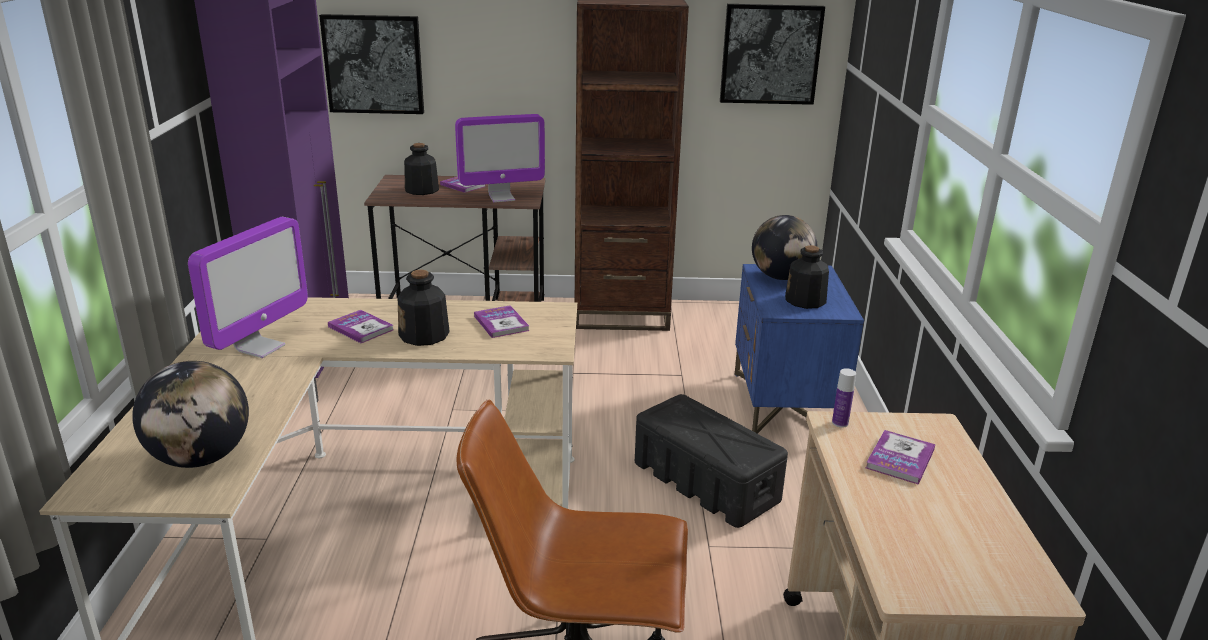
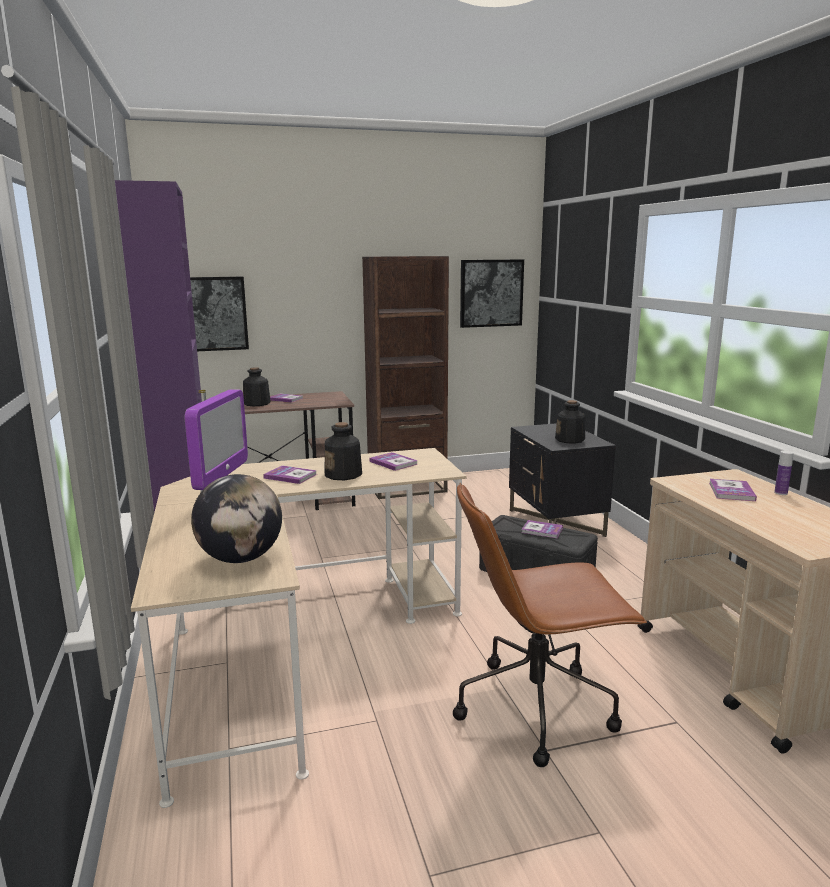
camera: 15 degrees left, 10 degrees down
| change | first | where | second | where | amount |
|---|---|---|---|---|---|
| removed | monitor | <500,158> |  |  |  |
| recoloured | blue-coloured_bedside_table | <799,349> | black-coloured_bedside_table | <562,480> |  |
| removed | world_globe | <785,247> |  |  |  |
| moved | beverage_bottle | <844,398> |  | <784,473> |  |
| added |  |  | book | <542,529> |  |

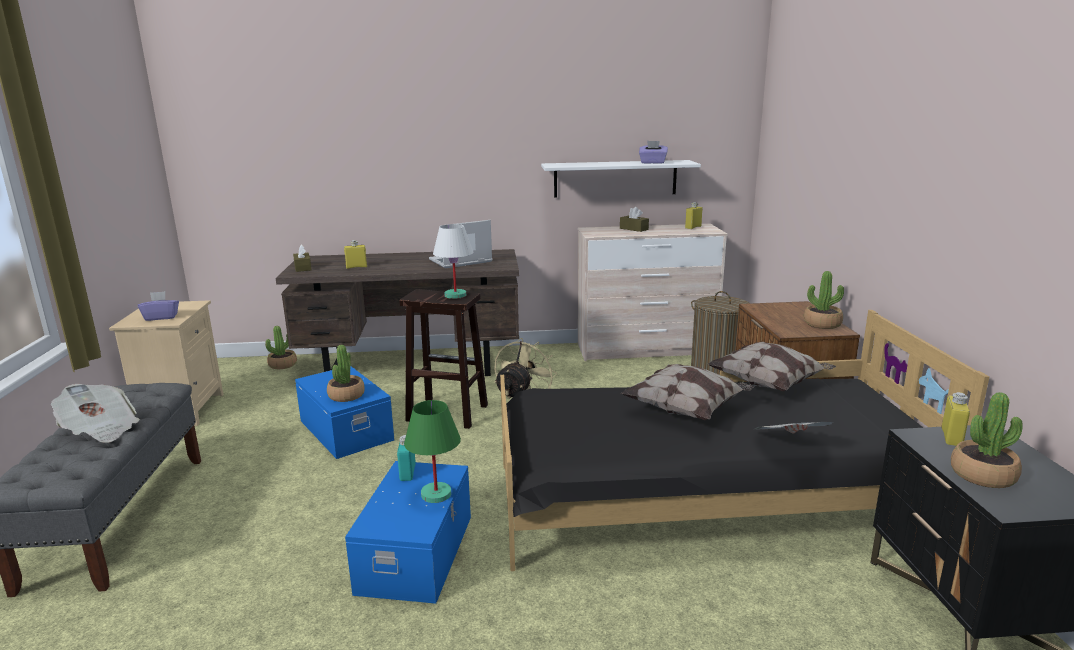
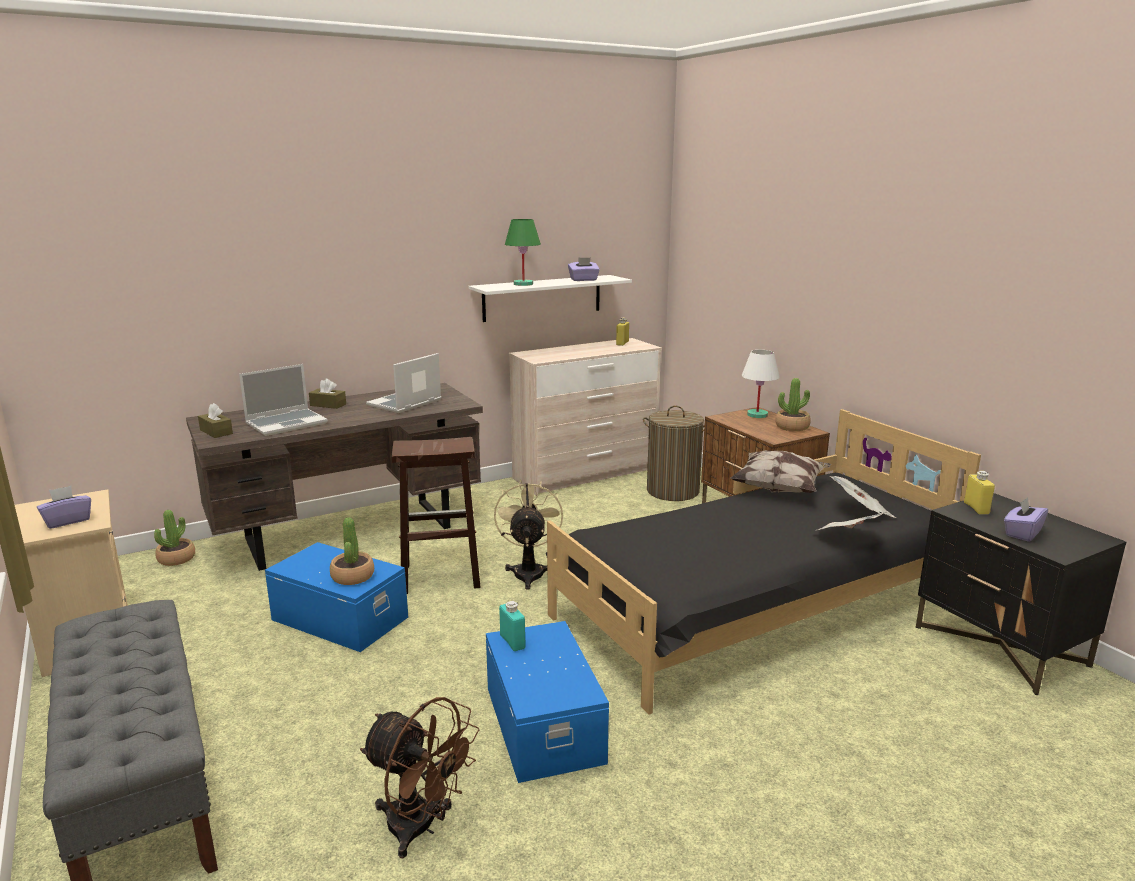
camera: 25 degrees left, 0 degrees up
| change | first | where | second | where | amount |
|---|---|---|---|---|---|
| moved | printed_paper | <95,413> |  | <863,497> |  |
| replaced | yellow_beverage_bottle | <355,254> | notebook_computer | <283,400> |  |
| moved | green-coloured_tabletop_lamp | <432,451> |  | <523,252> |  |
| moved | whitish_tabletop_lamp | <453,261> |  | <761,384> |  |
| moved | brown_tissue_holder | <634,219> |  | <327,394> |  |
| removed | pillow | <687,392> |  |  |  |
| replaced | houseplant | <987,440> | purple-coloured_tissue_holder | <1026,519> |  |
| added |  |  | brown_electric_fan | <419,777> |  |

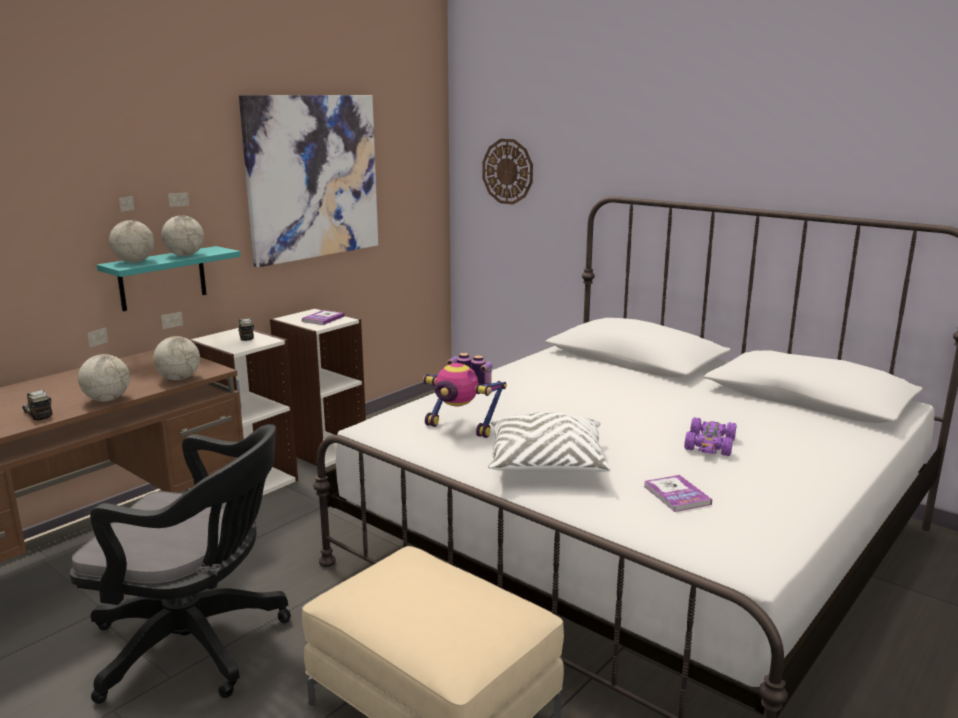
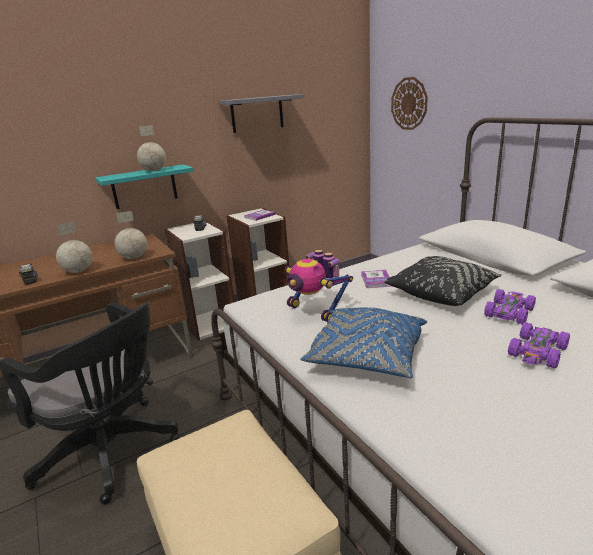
camera: 20 degrees right, 5 degrees up
| change | first | where | second | where | amount |
|---|---|---|---|---|---|
| removed | world_globe | <131,229> |  |  |  |
| replaced | picture | <308,181> | gray_shelf | <261,113> |  |
| recoloured | whitish_pillow | <549,442> | blue-coloured_pillow | <363,342> |  |
| moved | book | <678,493> |  | <376,279> |  |
| added |  |  | black-coloured_pillow | <443,281> |  |
| added |  |  | purple-coloured_miniature_car | <510,307> |  |

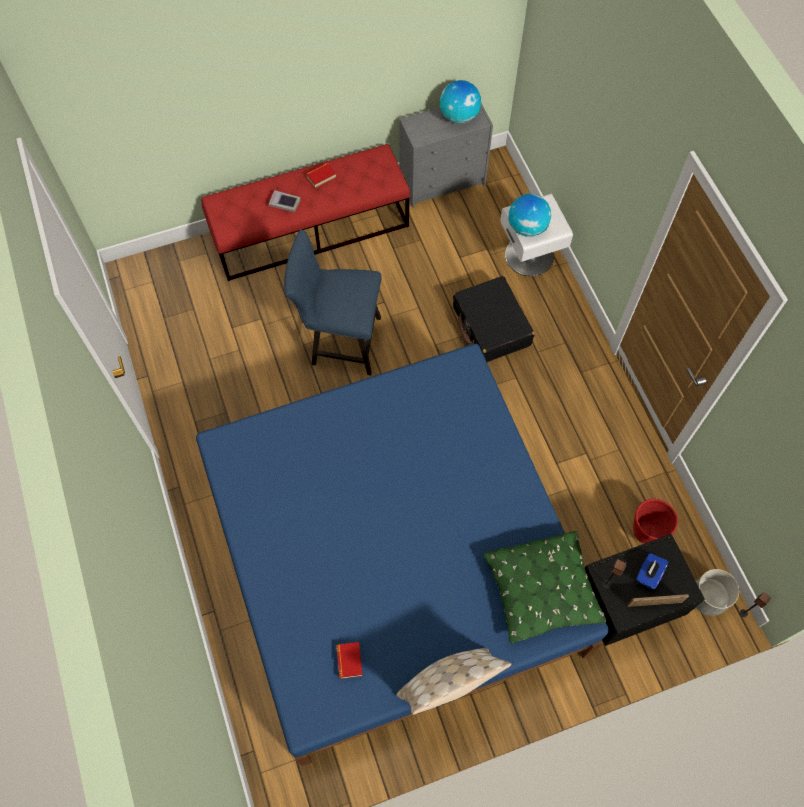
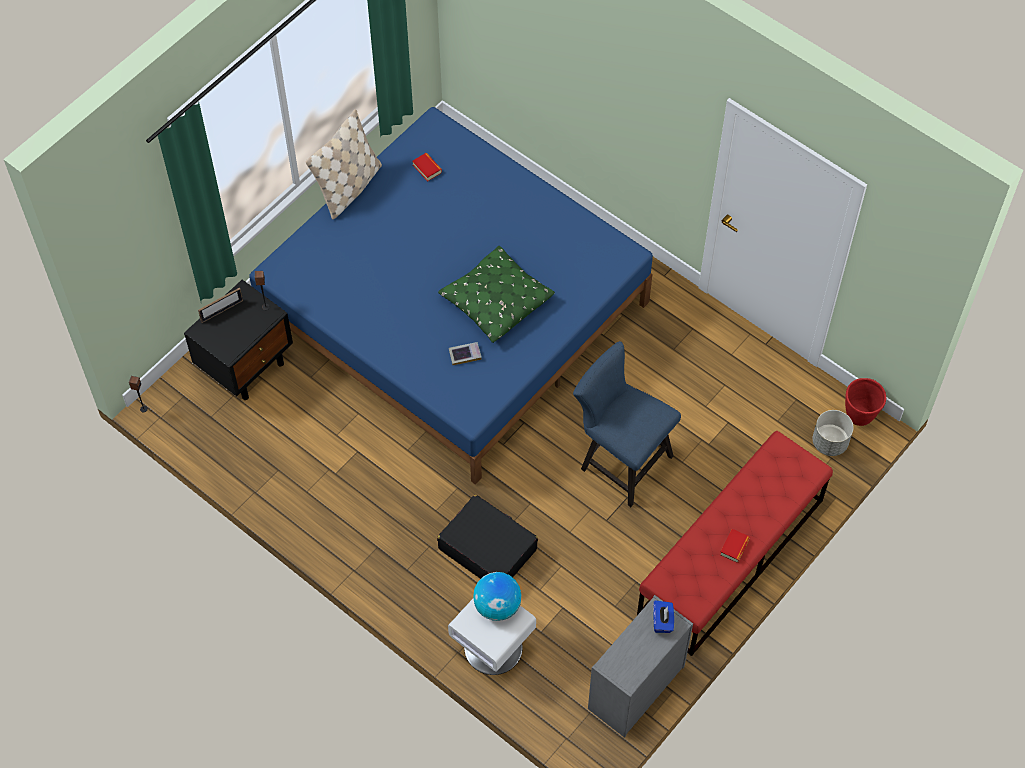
camera: 150 degrees right, 5 degrees down
| change | first | where | second | where | amount |
|---|---|---|---|---|---|
| moved | book | <285,201> |  | <465,353> |  |
| turned | blue-coloured_upright_chair | <333,302> |  | <627,424> | 120 degrees counterclockwise |
| removed | world_globe | <460,102> |  |  |  |
| moved | green-coloured_pillow | <545,587> |  | <496,294> |  |
| moved | red-coloured_plant_pot | <655,521> |  | <865,402> |  |
| moved | blue-coloured_tissue_holder | <652,571> |  | <663,616> |  |
| moved | gray_plant_pot | <717,592> |  | <833,433> |  |

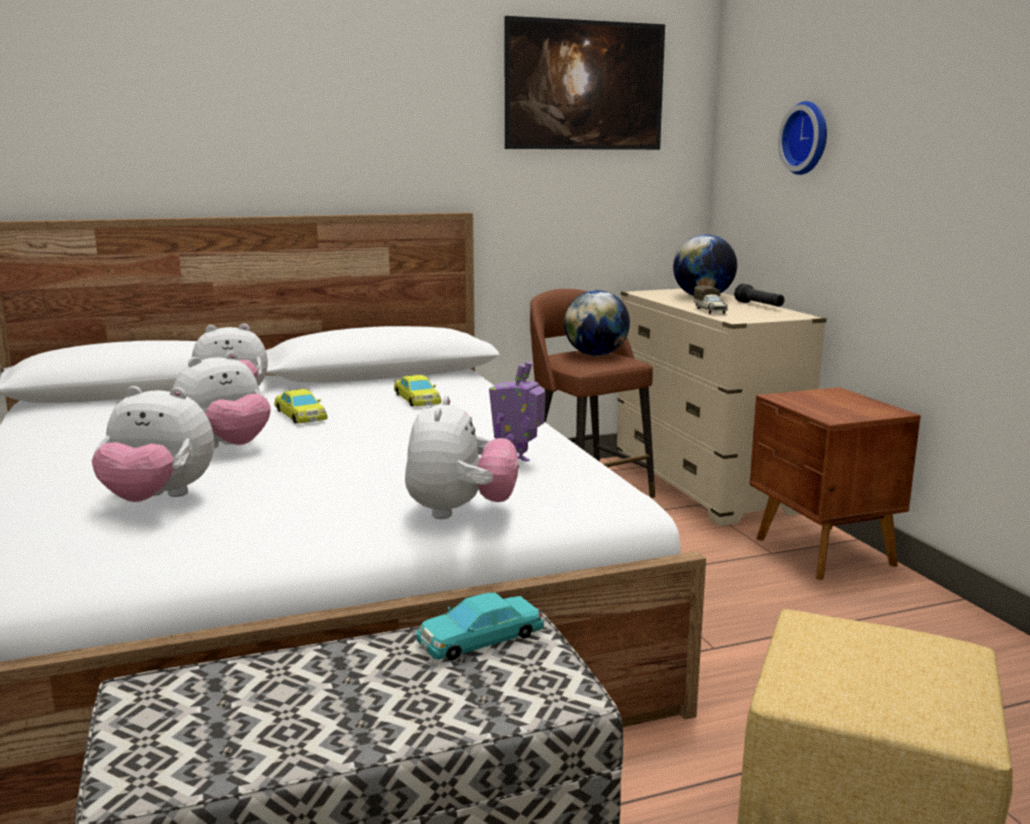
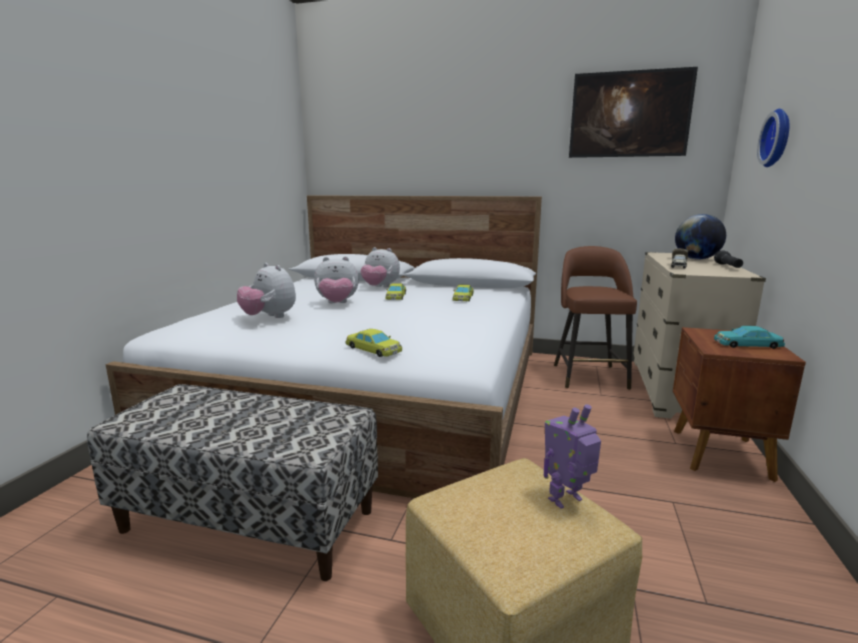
camera: 35 degrees right, 0 degrees up
| change | first | where | second | where | amount |
|---|---|---|---|---|---|
| replaced | soft_toy | <461,457> | yellow_miniature_car | <373,343> |  |
| moved | turquoise_miniature_car | <480,626> |  | <749,337> |  |
| moved | robot_figure | <517,414> |  | <572,456> |  |
| removed | world_globe | <597,323> |  |  |  |

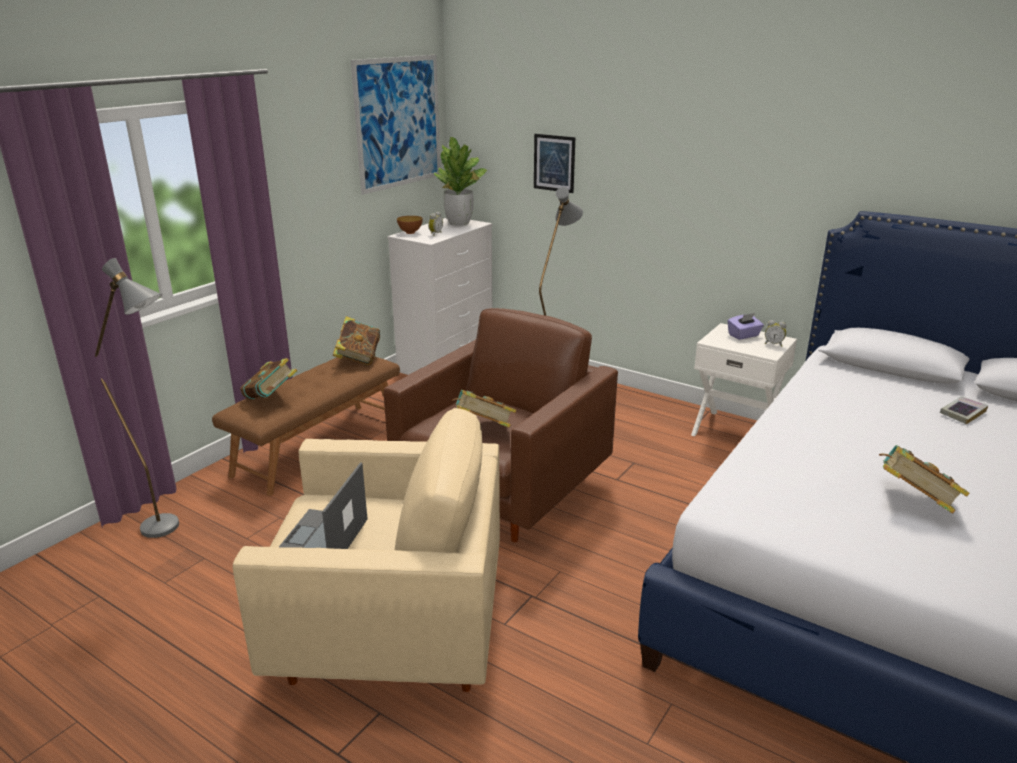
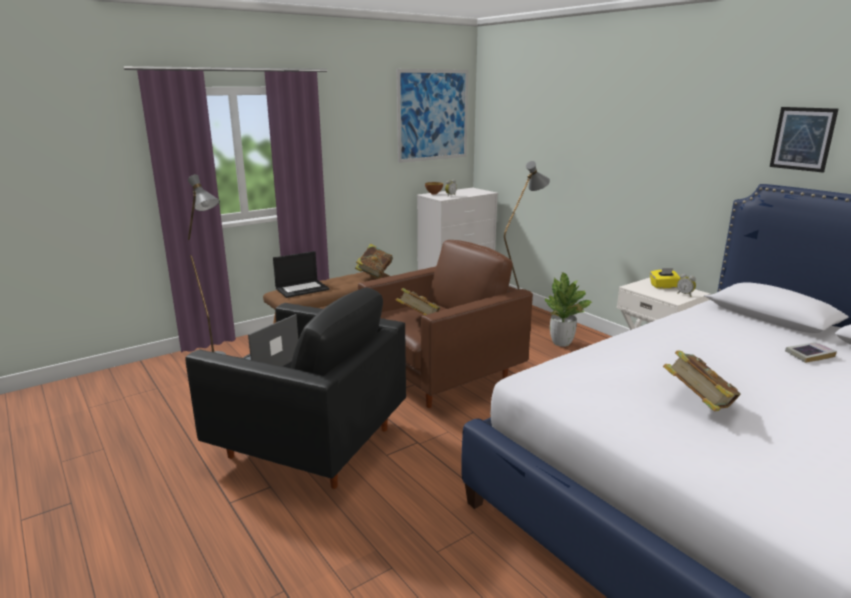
camera: 20 degrees right, 5 degrees down
| change | first | where | second | where | amount |
|---|---|---|---|---|---|
| recoloured | beige_armchair | <366,550> | black-coloured_armchair | <295,388> |  |
| replaced | book | <269,379> | notebook_computer | <301,274> |  |
| moved | houseplant | <460,181> |  | <568,309> |  |
| moved | picture | <554,163> |  | <804,140> |  |
| recoloured | purple-coloured_tissue_holder | <746,326> | yellow_tissue_holder | <665,278> |  |

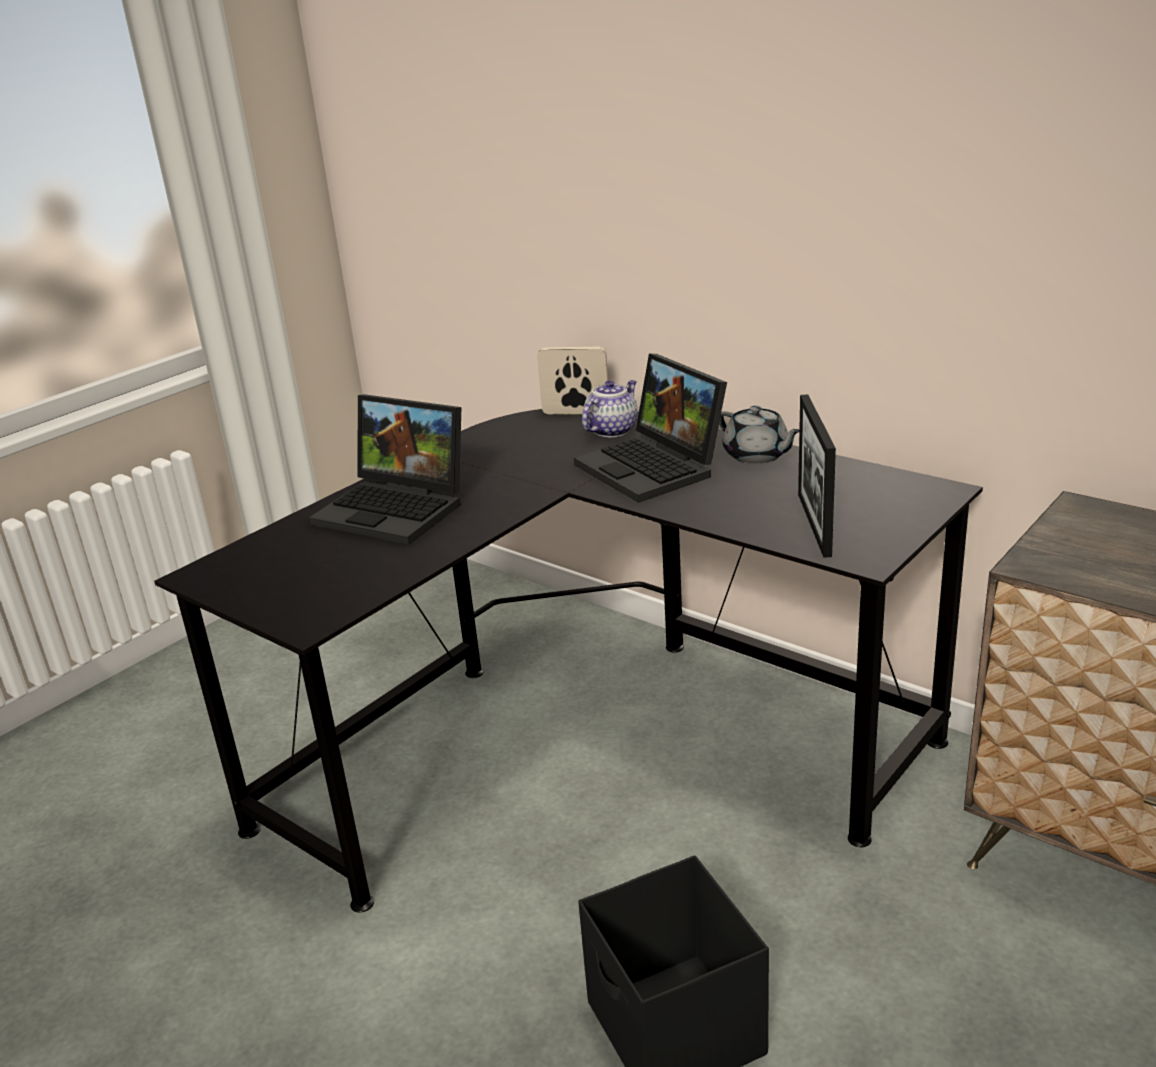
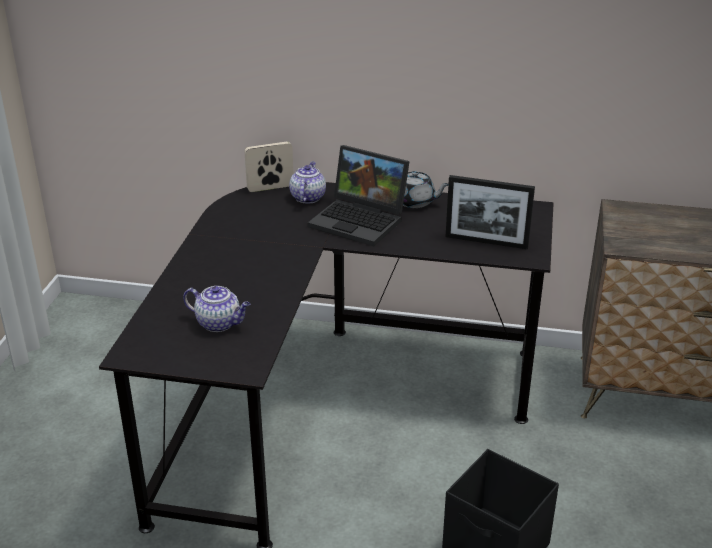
camera: 30 degrees left, 5 degrees up
| change | first | where | second | where | amount |
|---|---|---|---|---|---|
| removed | notebook_computer | <385,469> |  |  |  |
| turned | picture_frame | <817,476> |  | <490,212> | 45 degrees counterclockwise |
| added |  |  | tea_pot | <216,309> |  |

